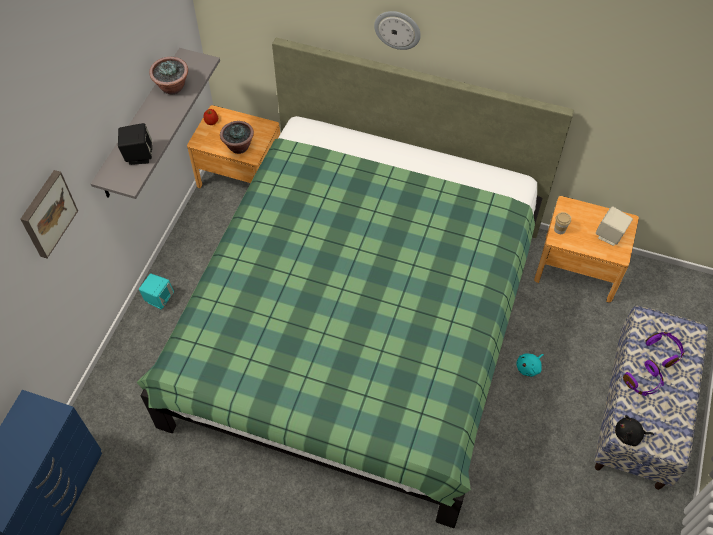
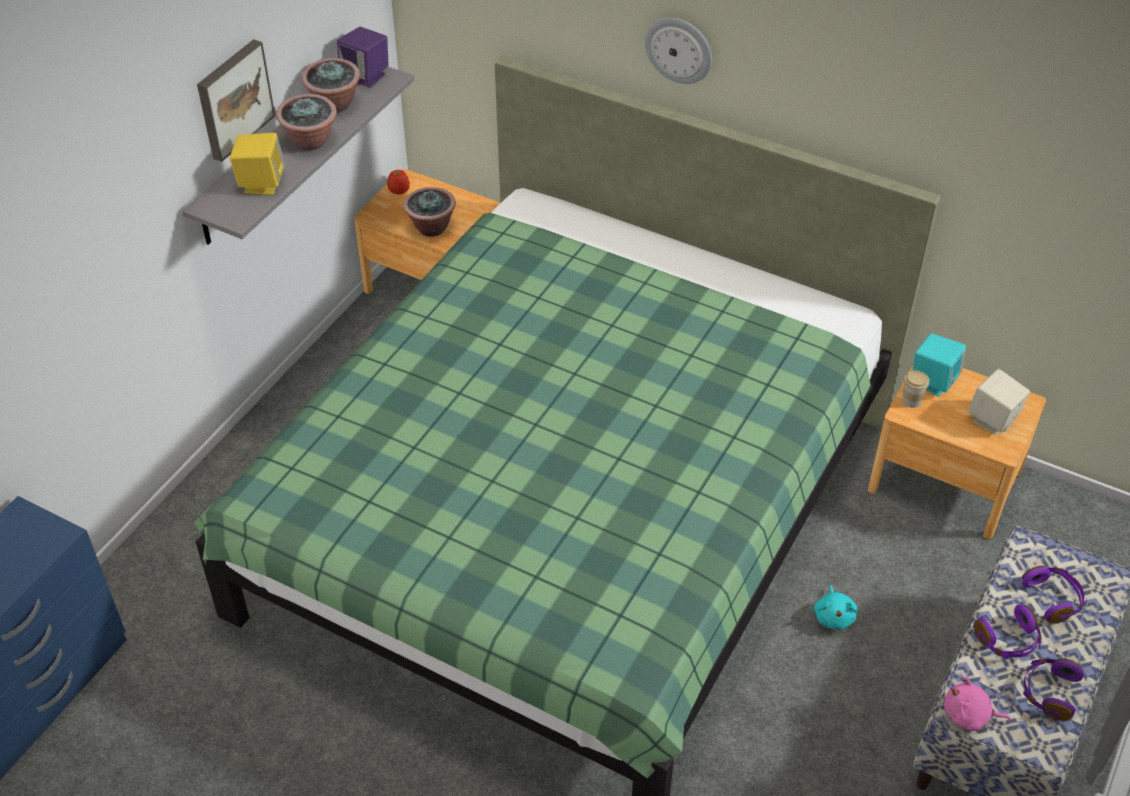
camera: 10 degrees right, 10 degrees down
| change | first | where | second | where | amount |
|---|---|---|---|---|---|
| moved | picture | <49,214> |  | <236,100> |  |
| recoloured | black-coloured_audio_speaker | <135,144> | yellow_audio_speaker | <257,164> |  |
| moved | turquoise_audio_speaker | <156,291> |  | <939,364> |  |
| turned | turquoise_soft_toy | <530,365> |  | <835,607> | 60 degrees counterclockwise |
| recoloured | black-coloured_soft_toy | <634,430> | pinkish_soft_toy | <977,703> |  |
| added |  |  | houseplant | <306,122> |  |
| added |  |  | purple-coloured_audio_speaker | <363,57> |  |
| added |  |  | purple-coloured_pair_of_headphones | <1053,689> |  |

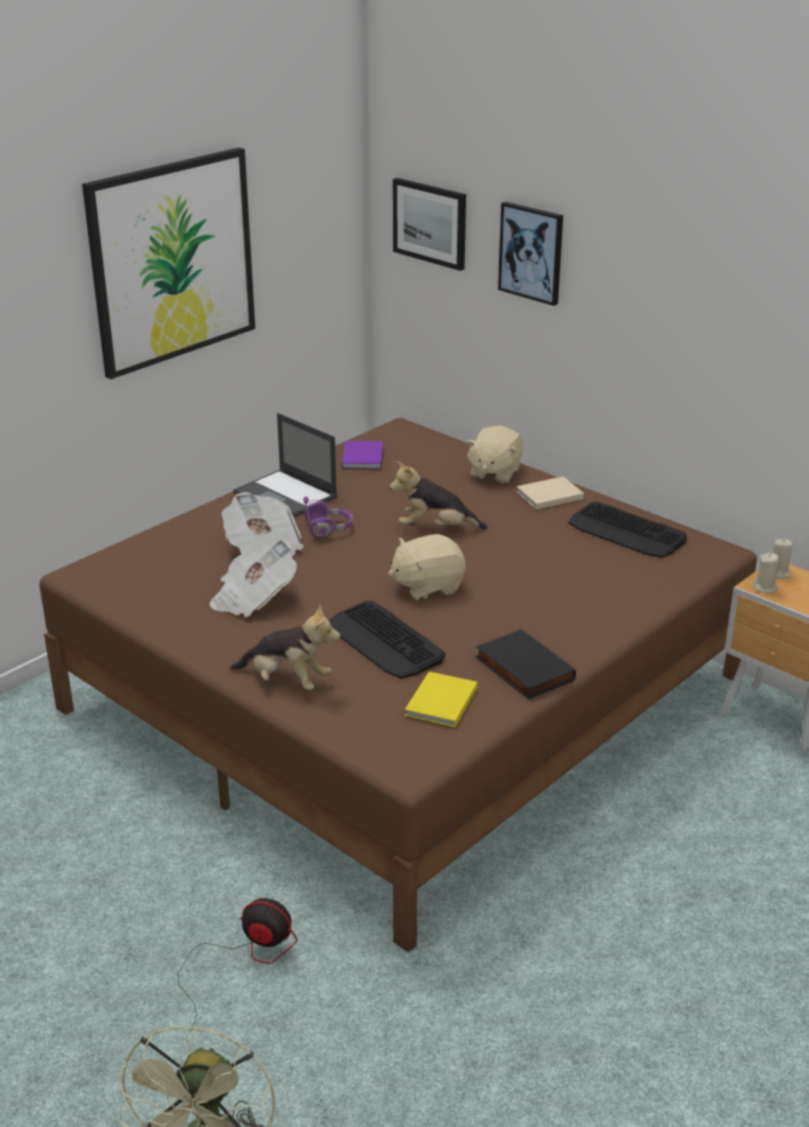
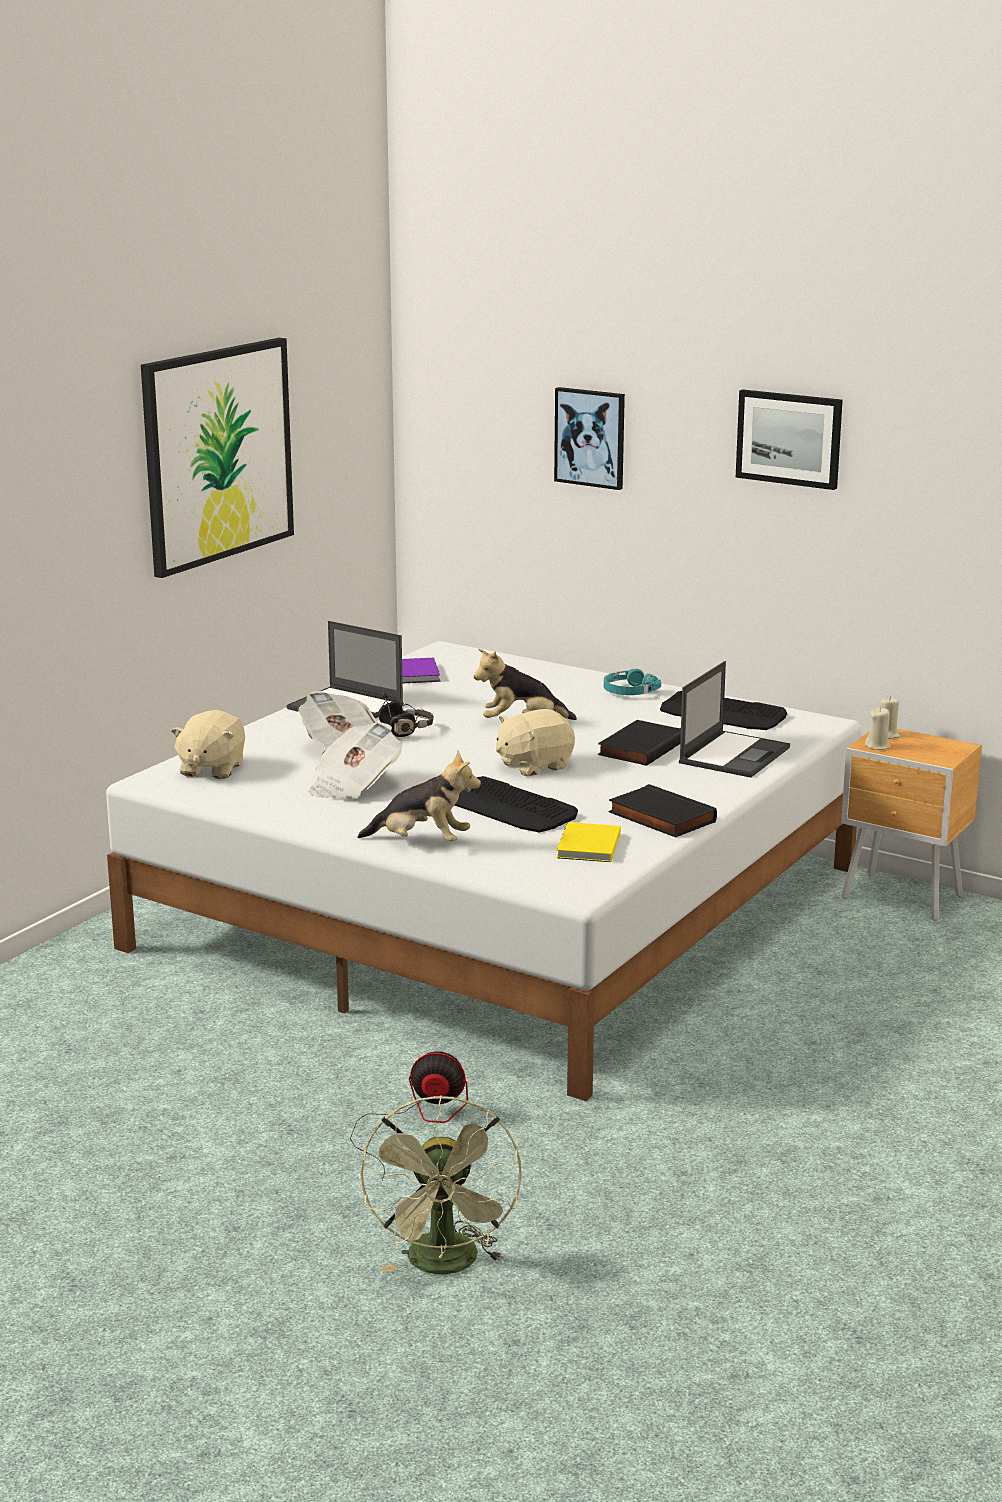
camera: 10 degrees left, 10 degrees down
| change | first | where | second | where | amount |
|---|---|---|---|---|---|
| recoloured | brown_bedroom_bed | <398,685> | whitish_bedroom_bed | <483,871> |  |
| recoloured | purple-coloured_pair_of_headphones | <328,517> | black-coloured_pair_of_headphones | <406,714> |  |
| moved | picture | <429,224> |  | <789,439> |  |
| moved | beige_soft_toy | <494,455> |  | <208,744> |  |
| replaced | beige_book | <550,493> | turquoise_pair_of_headphones | <632,682> |  |
| added |  |  | black-coloured_book | <639,743> |  |
| added |  |  | notebook_computer | <734,719> |  |

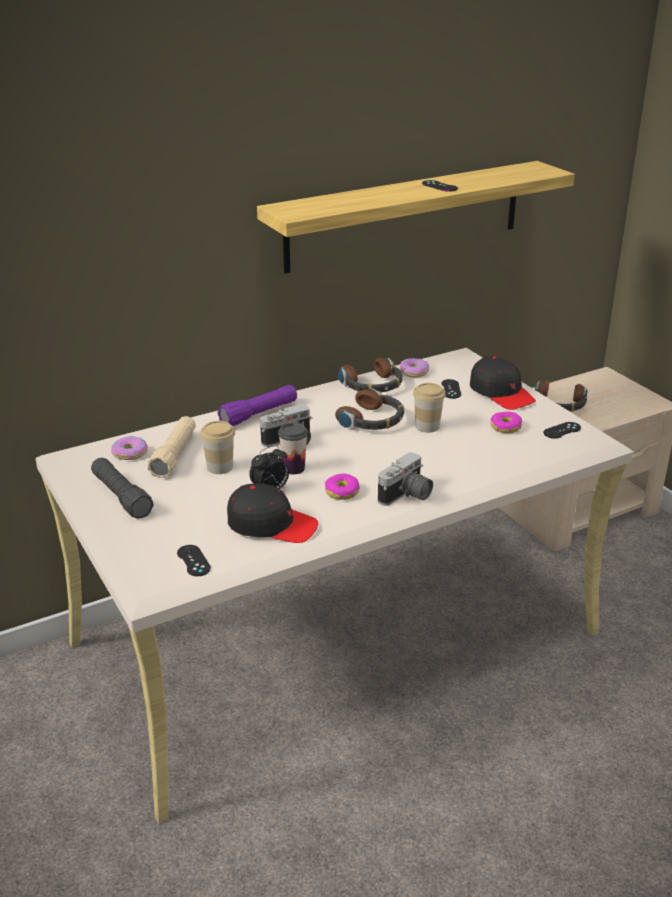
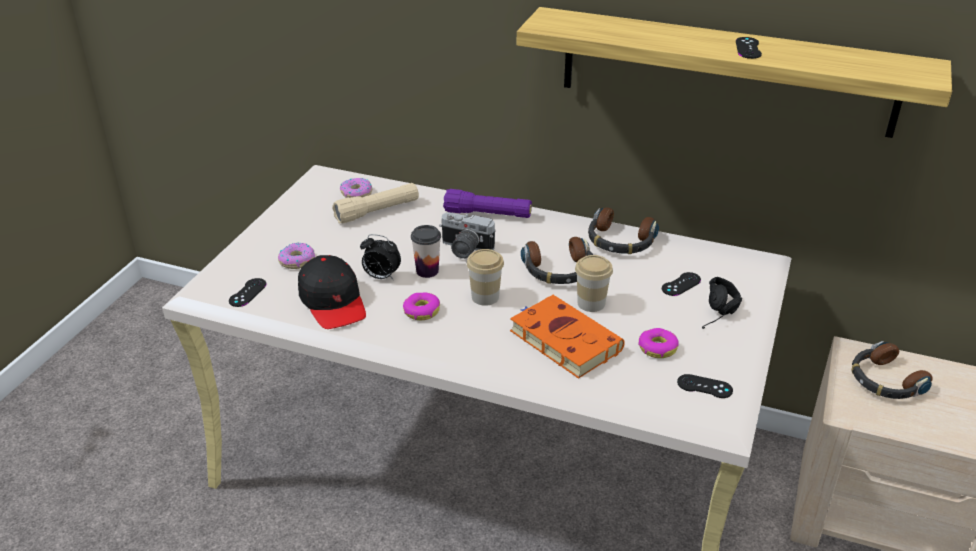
camera: 50 degrees right, 5 degrees up
| change | first | where | second | where | amount |
|---|---|---|---|---|---|
| removed | black-coloured_flashlight | <122,488> |  |  |  |
| moved | cup | <217,447> |  | <485,277> |  |
| removed | still_camera | <405,479> |  |  |  |
| moved | donut | <414,367> |  | <296,256> |  |
| replaced | black-coloured_peaked_cap | <503,383> | black-coloured_pair_of_headphones | <722,303> |  |
| added |  |  | orange-coloured_book | <567,337> |  |

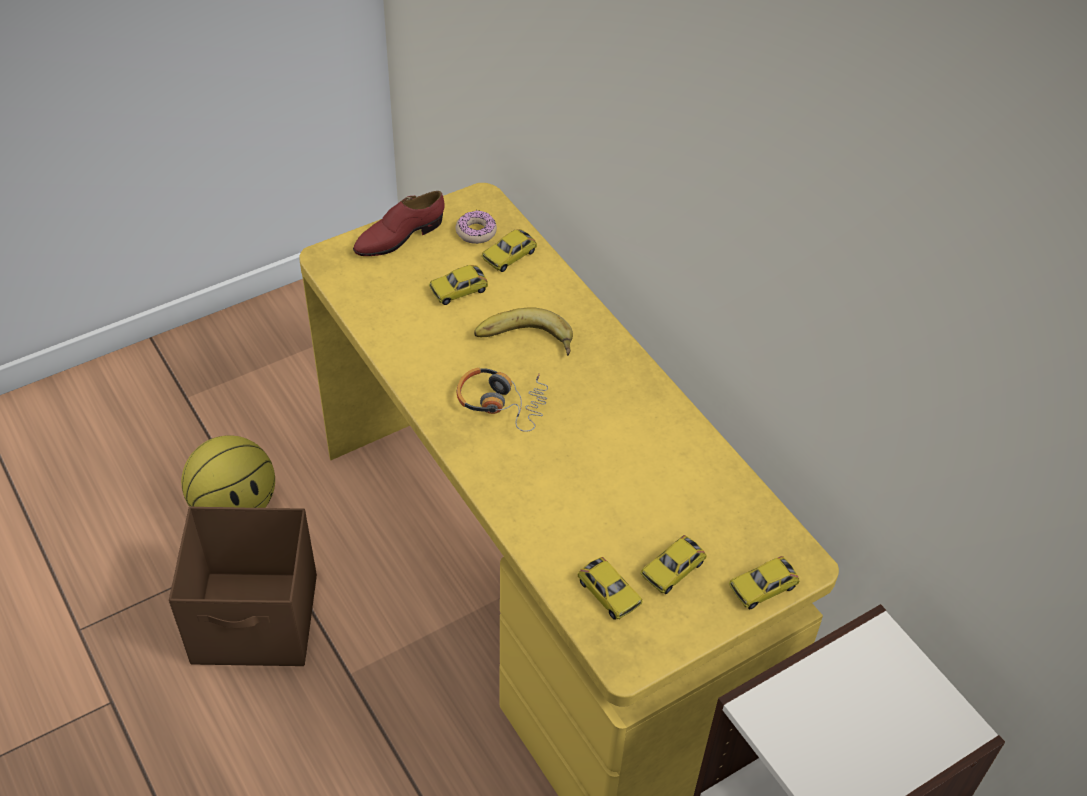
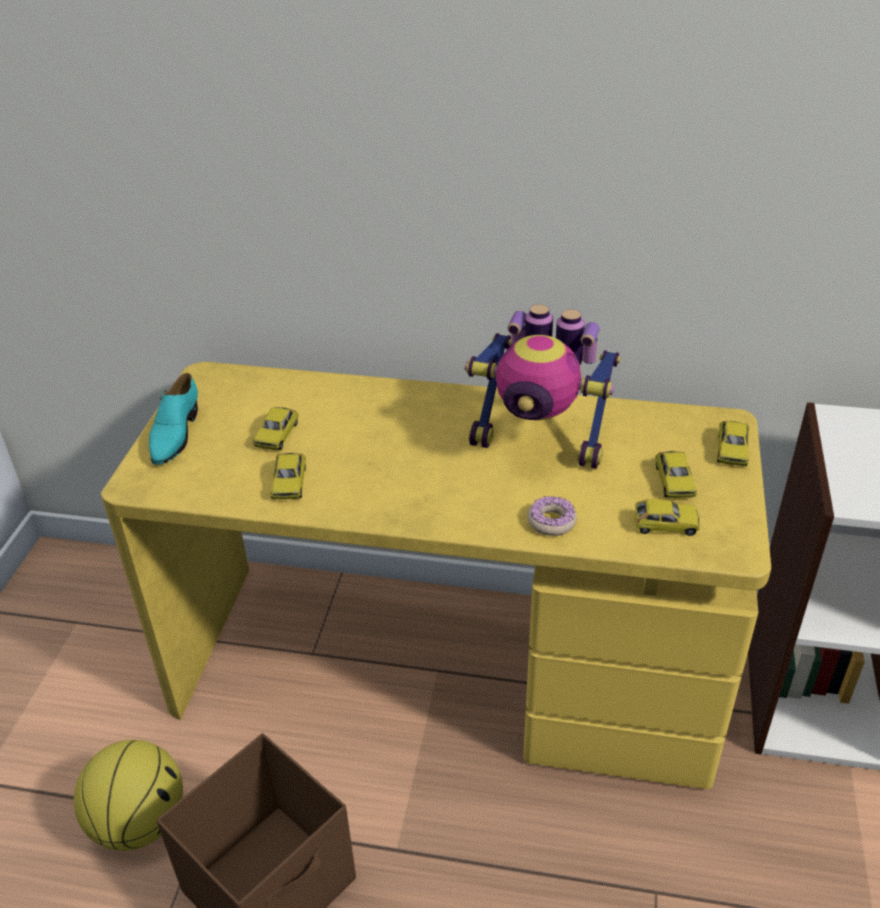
camera: 45 degrees left, 10 degrees down
| change | first | where | second | where | amount |
|---|---|---|---|---|---|
| recoloured | red-coloured_low_shoe | <399,223> | turquoise_low_shoe | <173,419> |  |
| moved | donut | <476,227> |  | <552,516> |  |
| removed | pair_of_headphones | <502,400> |  |  |  |
| removed | whole_banana | <523,331> |  |  |  |
| moved | miniature_car | <509,250> |  | <288,476> |  |
| added |  |  | robot_figure | <543,386> |  |

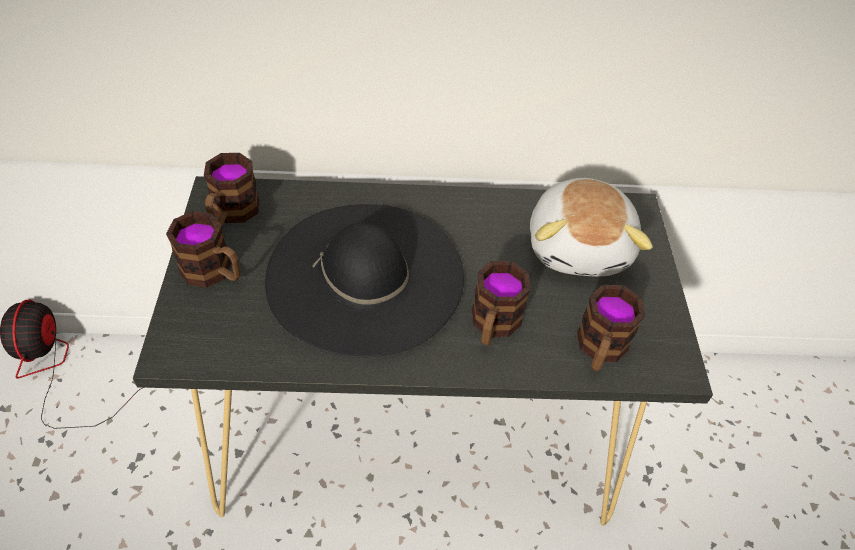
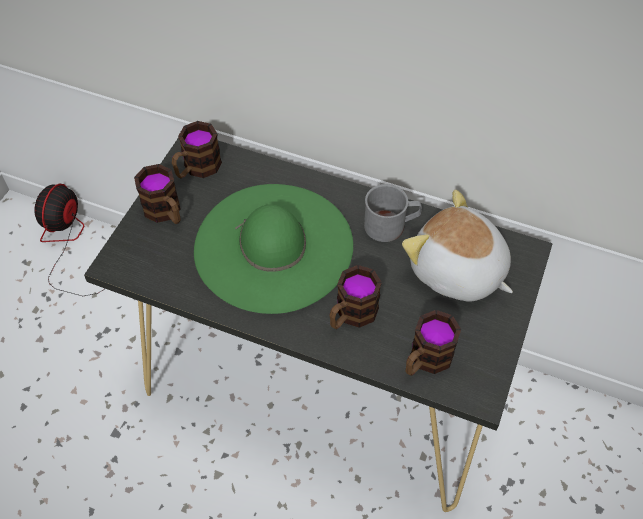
camera: 25 degrees right, 5 degrees up
| change | first | where | second | where | amount |
|---|---|---|---|---|---|
| recoloured | black-coloured_hat | <364,281> | green-coloured_hat | <273,249> |  |
| turned | soft_toy | <591,227> |  | <457,246> | 105 degrees clockwise |
| added |  |  | gray_coffee_mug | <393,213> |  |

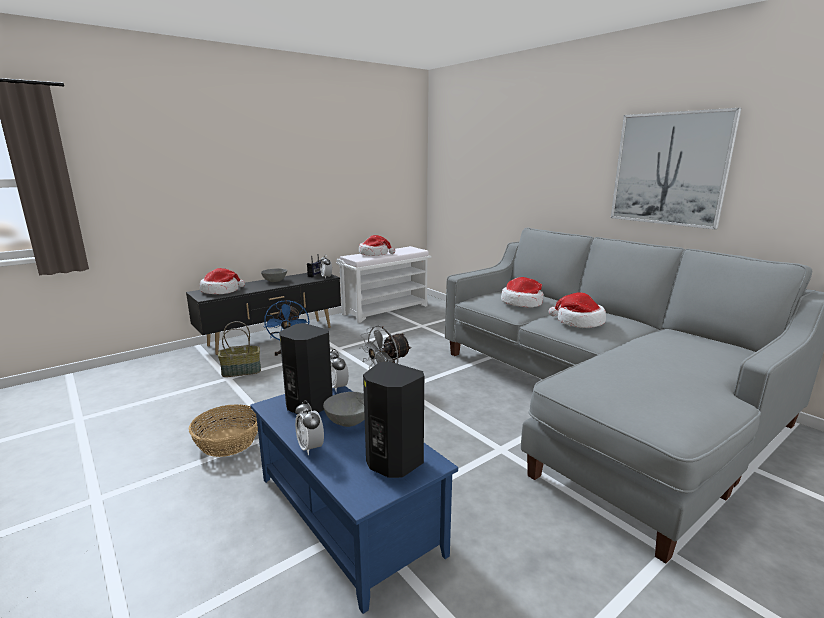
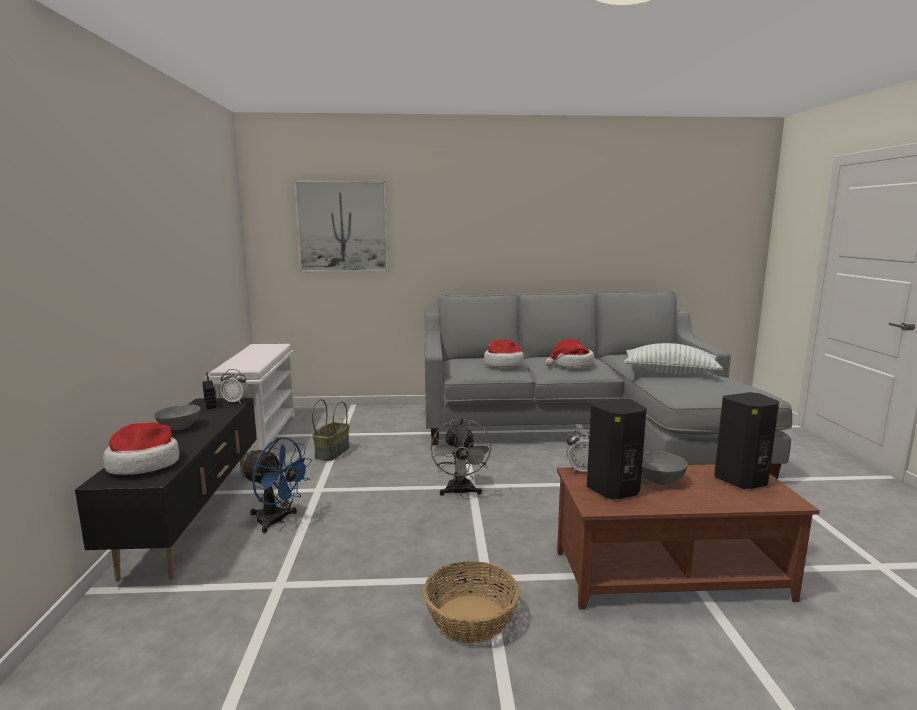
camera: 55 degrees left, 5 degrees down
| change | first | where | second | where | amount |
|---|---|---|---|---|---|
| moved | household_basket | <239,349> |  | <331,430> |  |
| recoloured | blue-coloured_coffee_table | <354,500> | brown_coffee_table | <688,537> |  |
| removed | alarm_clock | <309,427> |  |  |  |
| removed | hat | <377,245> |  |  |  |
| moved | picture | <676,169> |  | <341,226> |  |
| added |  |  | pillow | <673,358> |  |

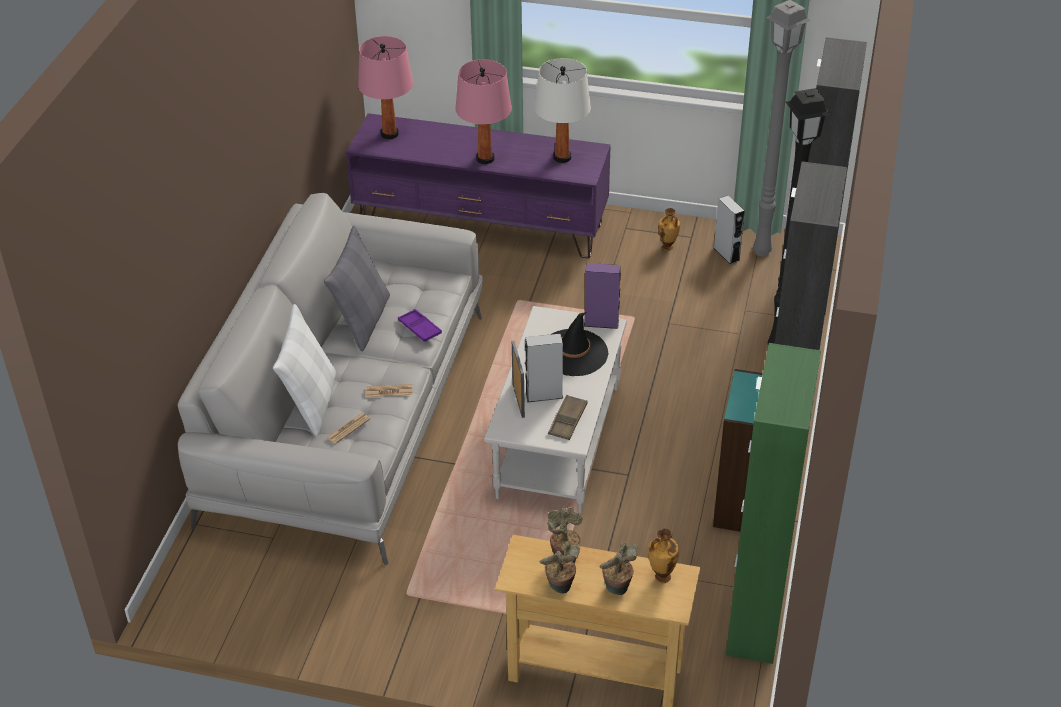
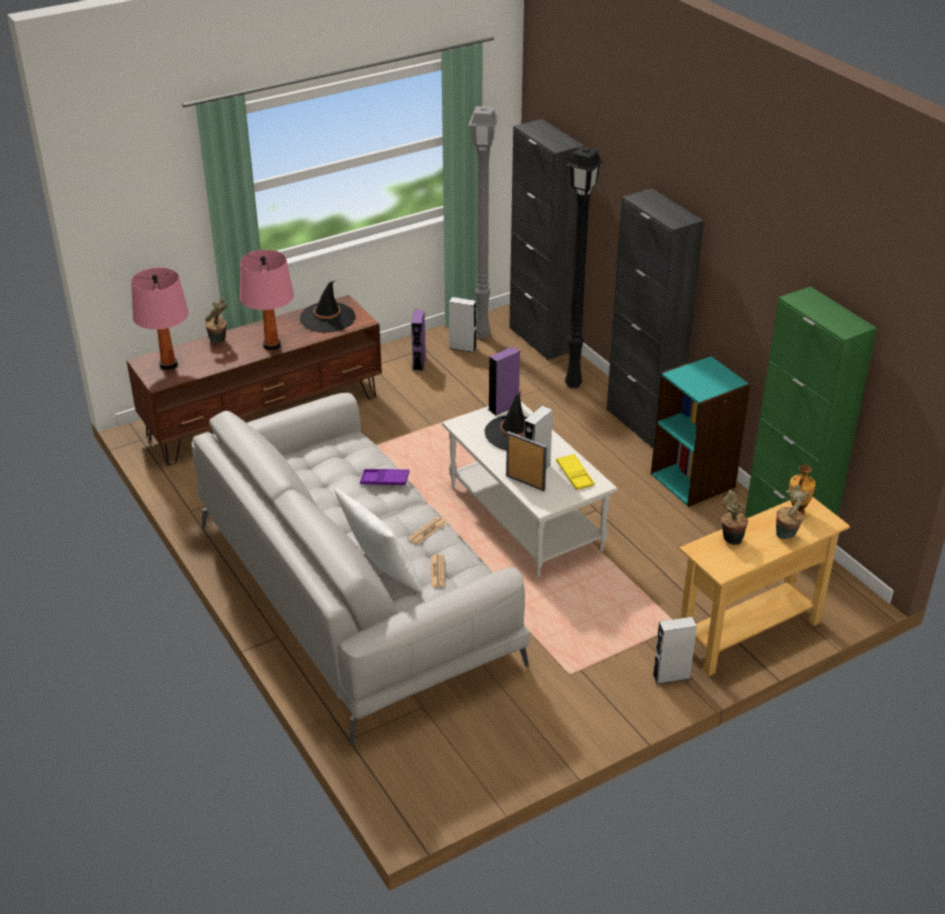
camera: 45 degrees left, 5 degrees down
| change | first | where | second | where | amount |
|---|---|---|---|---|---|
| removed | gray_pillow | <357,288> |  |  |  |
| recoloured | purple-coloured_tv_stand | <478,186> | brown_tv_stand | <254,380> |  |
| replaced | whitish_tabletop_lamp | <562,110> | black-coloured_hat | <327,307> |  |
| moved | houseplant | <560,568> |  | <216,321> |  |
| recoloured | brown_serving_tray | <568,417> | yellow_serving_tray | <575,472> |  |
| replaced | flower_vase | <669,229> | purple-coloured_audio_speaker | <418,340> |  |
| added |  |  | gray_audio_speaker | <674,650> |  |

